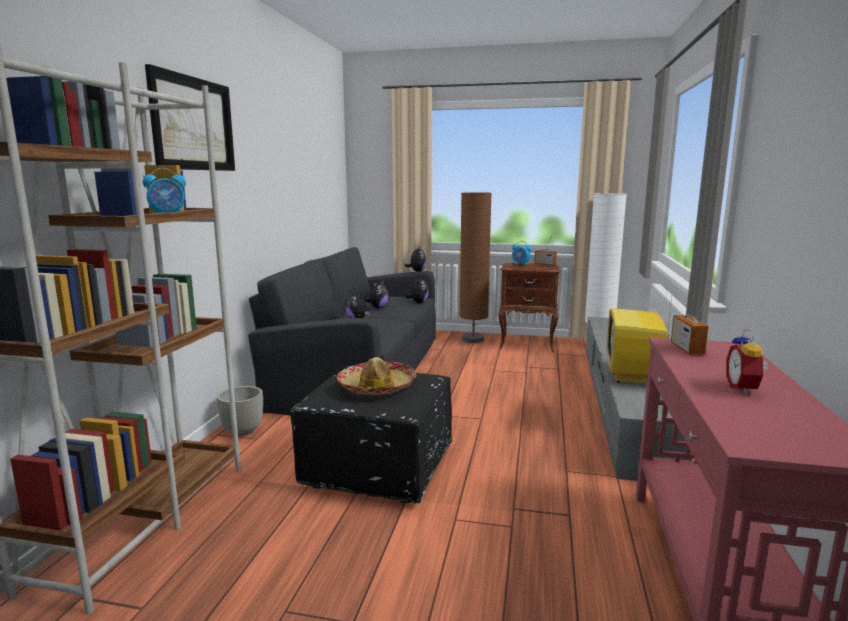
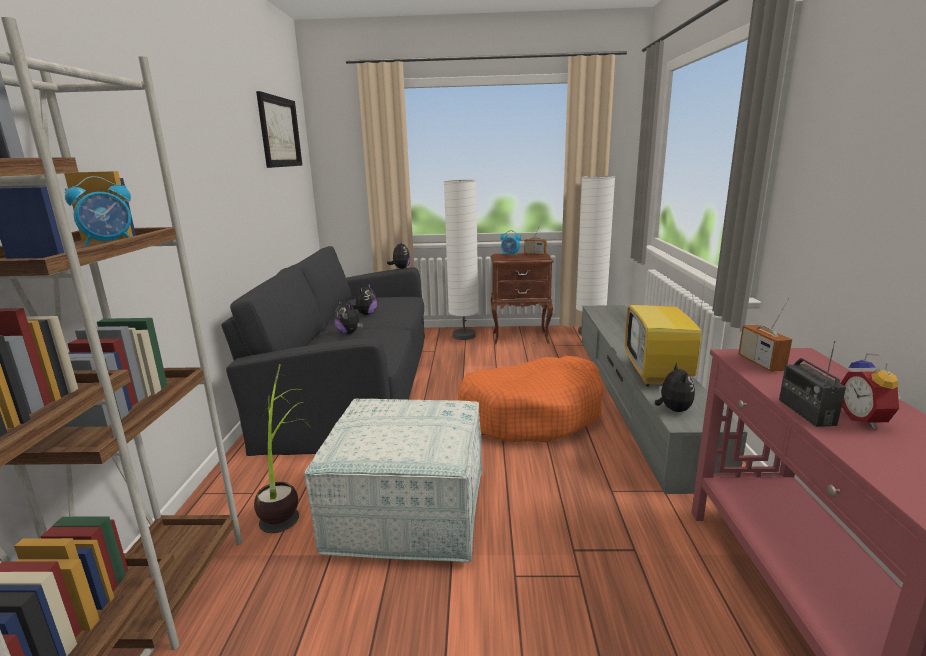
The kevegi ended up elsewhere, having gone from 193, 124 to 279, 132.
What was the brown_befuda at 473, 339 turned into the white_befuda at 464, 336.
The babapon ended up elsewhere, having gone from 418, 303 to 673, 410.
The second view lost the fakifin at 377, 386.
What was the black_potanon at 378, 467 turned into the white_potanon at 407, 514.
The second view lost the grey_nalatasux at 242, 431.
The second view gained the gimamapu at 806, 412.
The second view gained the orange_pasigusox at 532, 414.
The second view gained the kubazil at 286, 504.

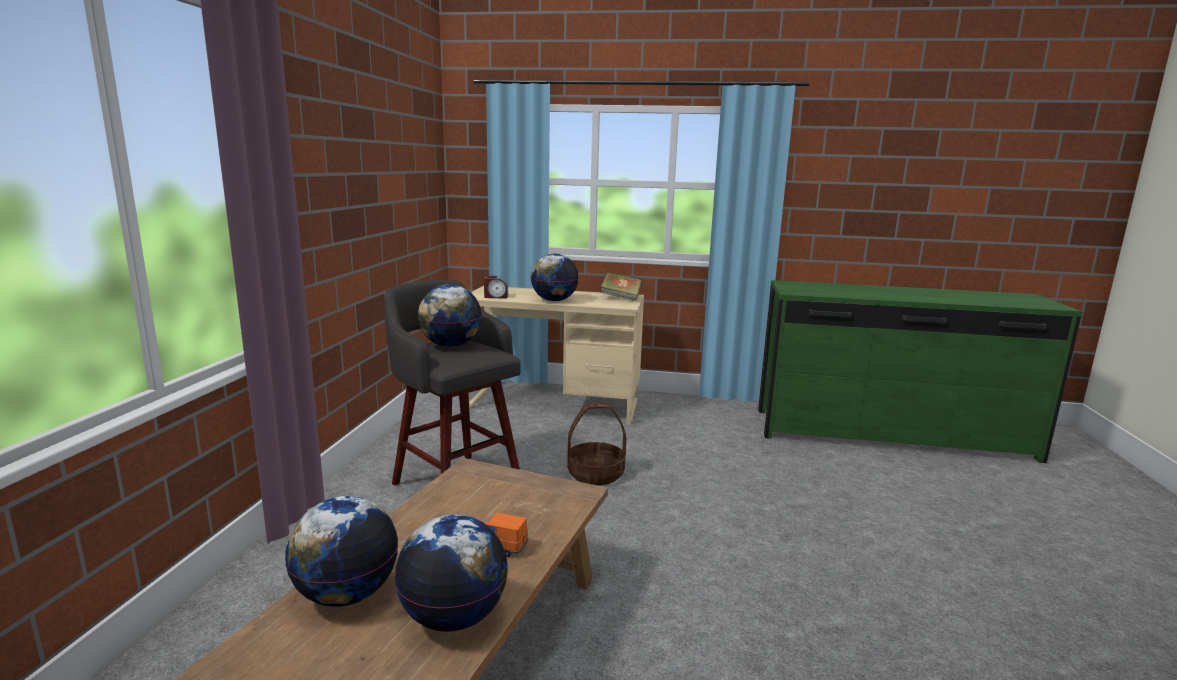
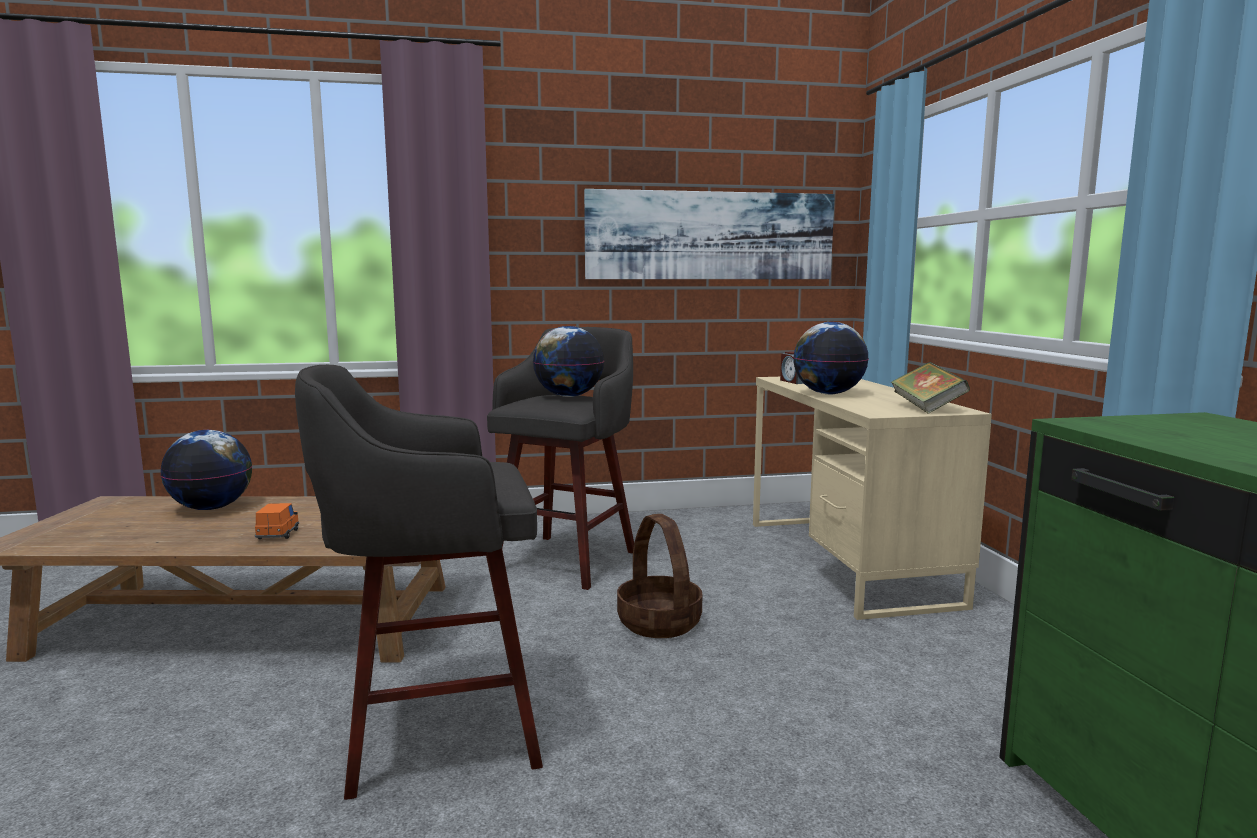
The second view lost the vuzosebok at 454, 617.
The second view gained the kevegi at 711, 236.
The second view gained the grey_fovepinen at 434, 731.

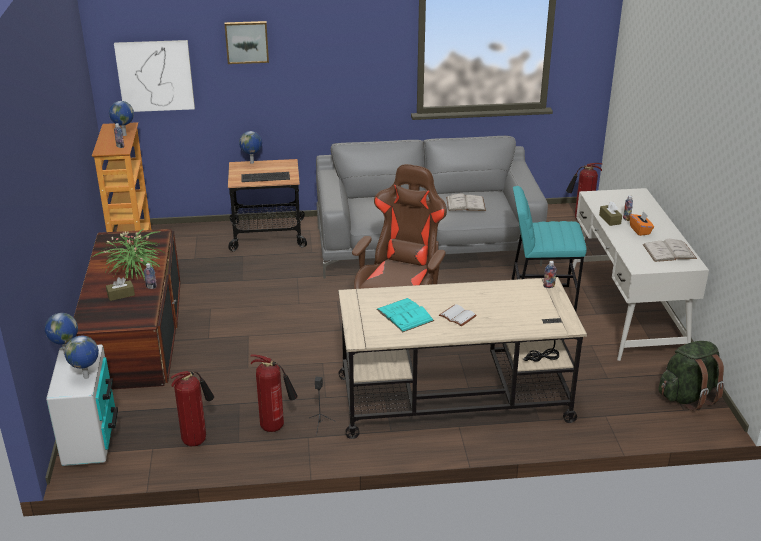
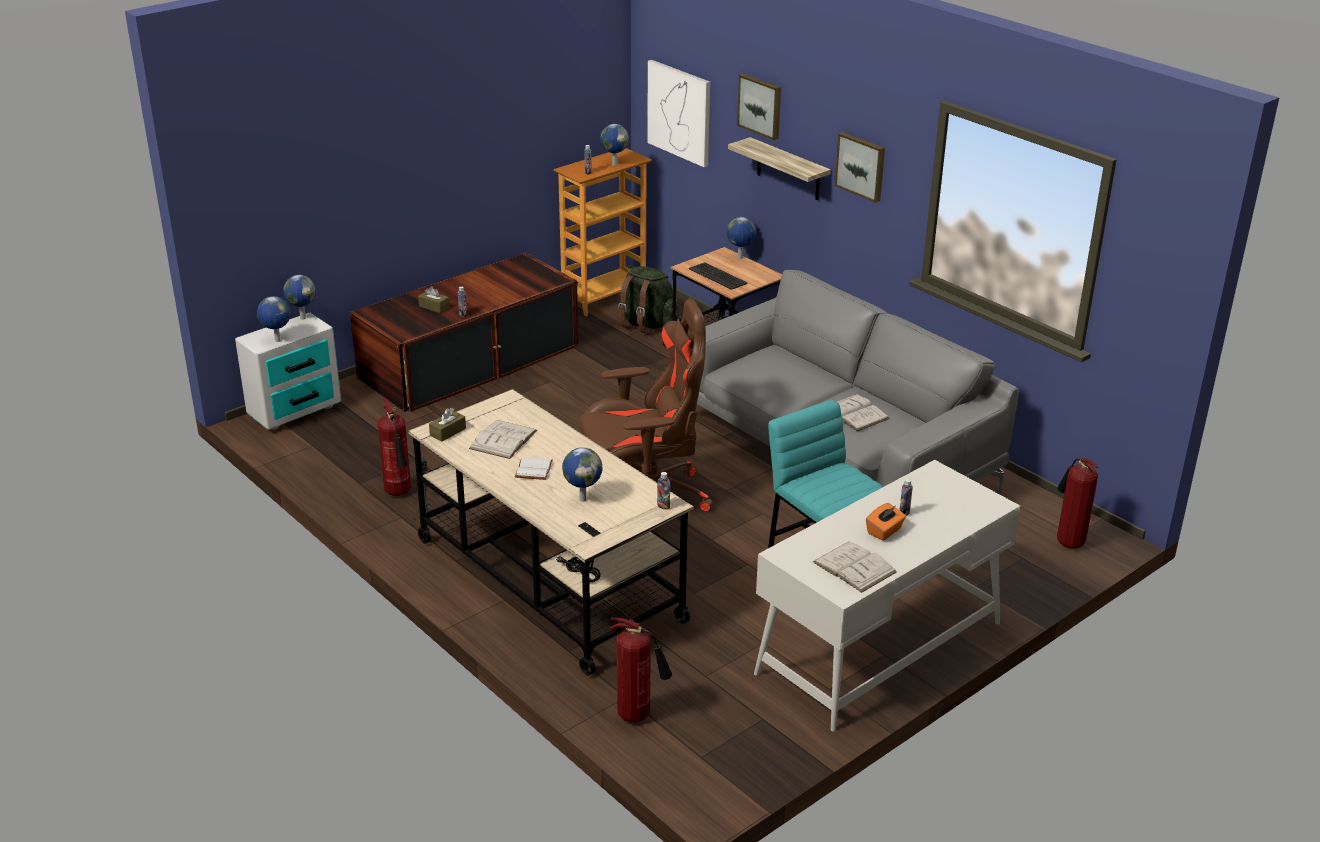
The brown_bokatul ended up elsewhere, having gone from 610, 219 to 448, 432.
The second view lost the kubazil at 133, 269.
What was the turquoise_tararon at 404, 315 turned into the white_tararon at 503, 439.
The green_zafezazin ended up elsewhere, having gone from 688, 396 to 646, 324.
The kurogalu ended up elsewhere, having gone from 197, 439 to 638, 715.
The second view gained the kevegi at 861, 166.
The second view gained the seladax at 788, 169.
The second view gained the vuzosebok at 582, 499.

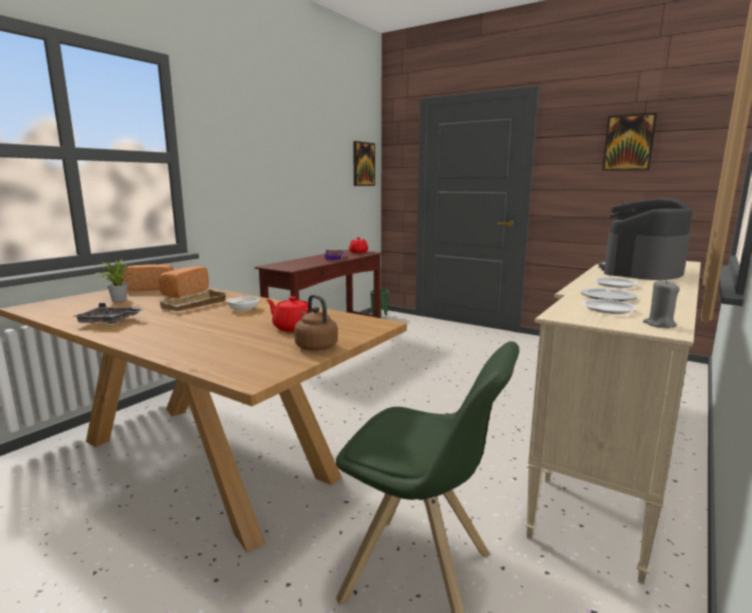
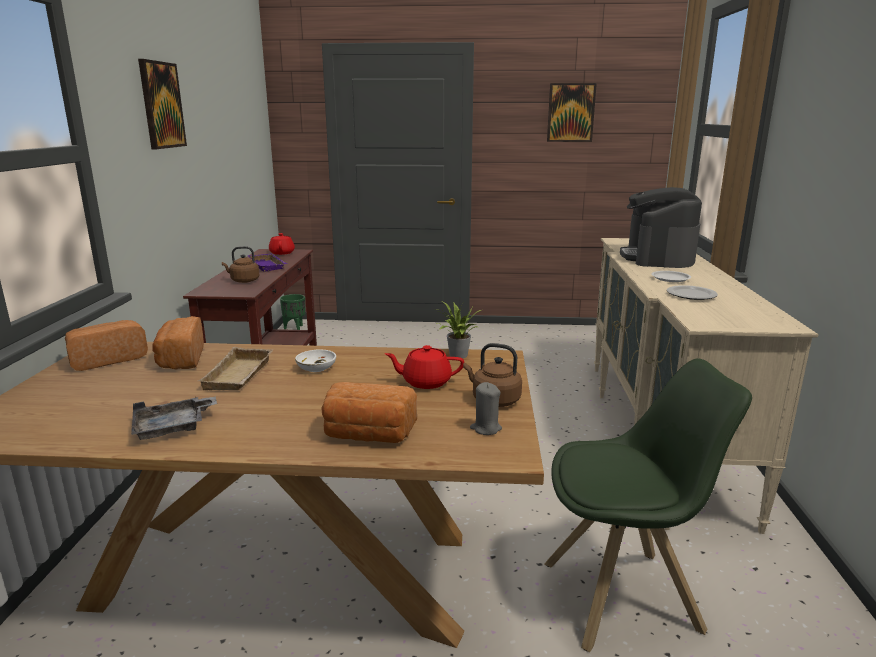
The kevegi ended up elsewhere, having gone from 363, 164 to 161, 105.
The kubazil ended up elsewhere, having gone from 117, 300 to 456, 356.
The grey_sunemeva ended up elsewhere, having gone from 659, 324 to 485, 428.
The second view lost the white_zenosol at 608, 309.
The second view gained the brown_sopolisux at 243, 281.
The second view gained the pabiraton at 368, 435.

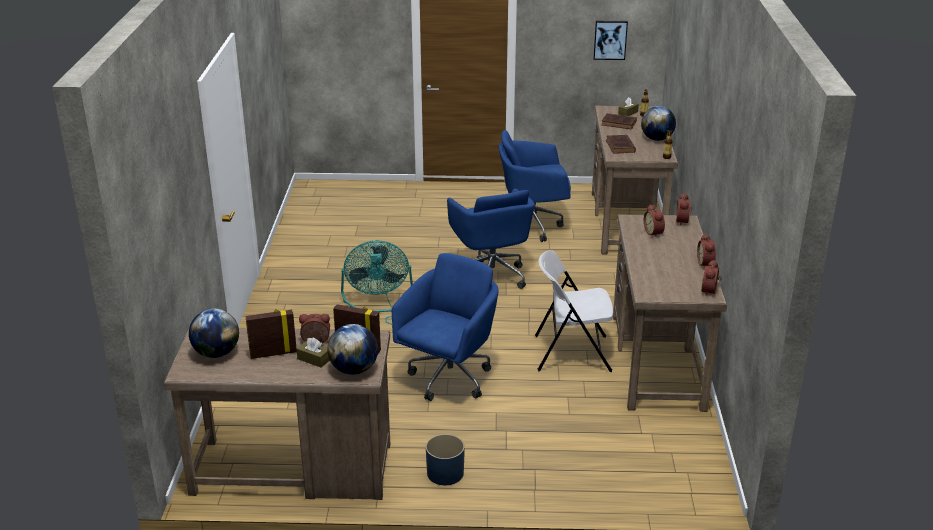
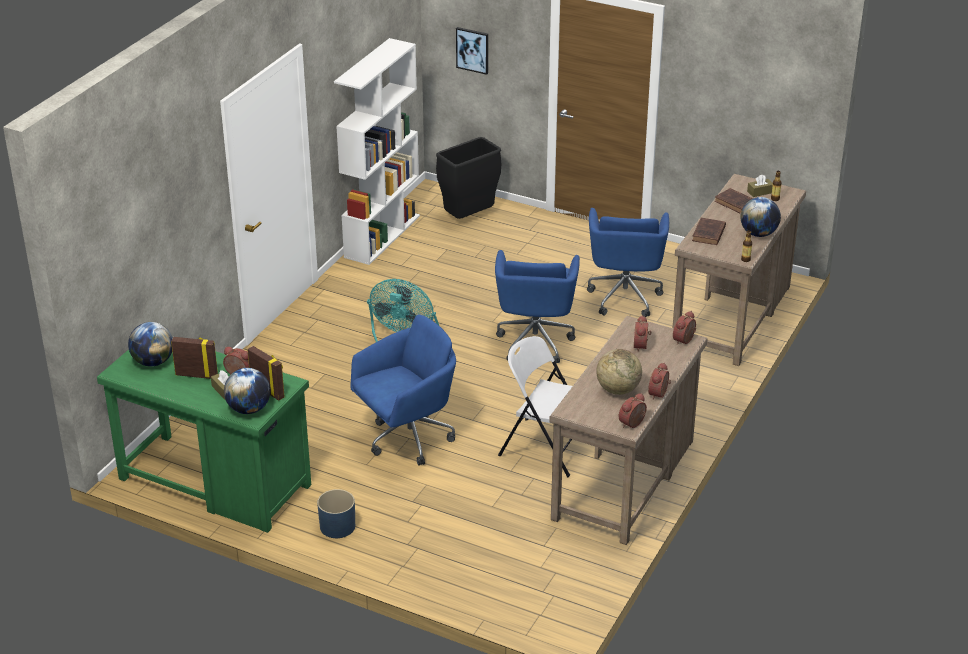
The kevegi ended up elsewhere, having gone from 610, 39 to 472, 50.
The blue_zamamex at 532, 227 ended up facing another way, 105 degrees counterclockwise from before.
What was the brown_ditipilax at 291, 469 turned into the green_ditipilax at 214, 482.
The second view gained the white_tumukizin at 382, 236.
The second view gained the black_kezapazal at 468, 218.
The second view gained the vuzosebok at 618, 389.

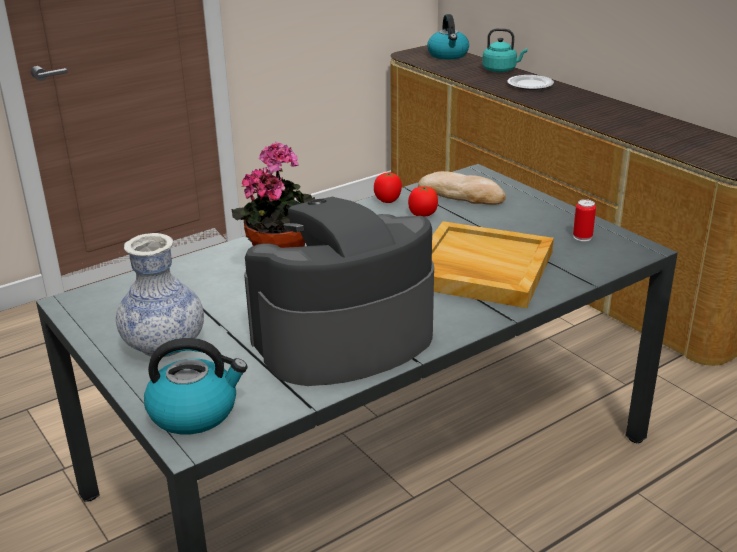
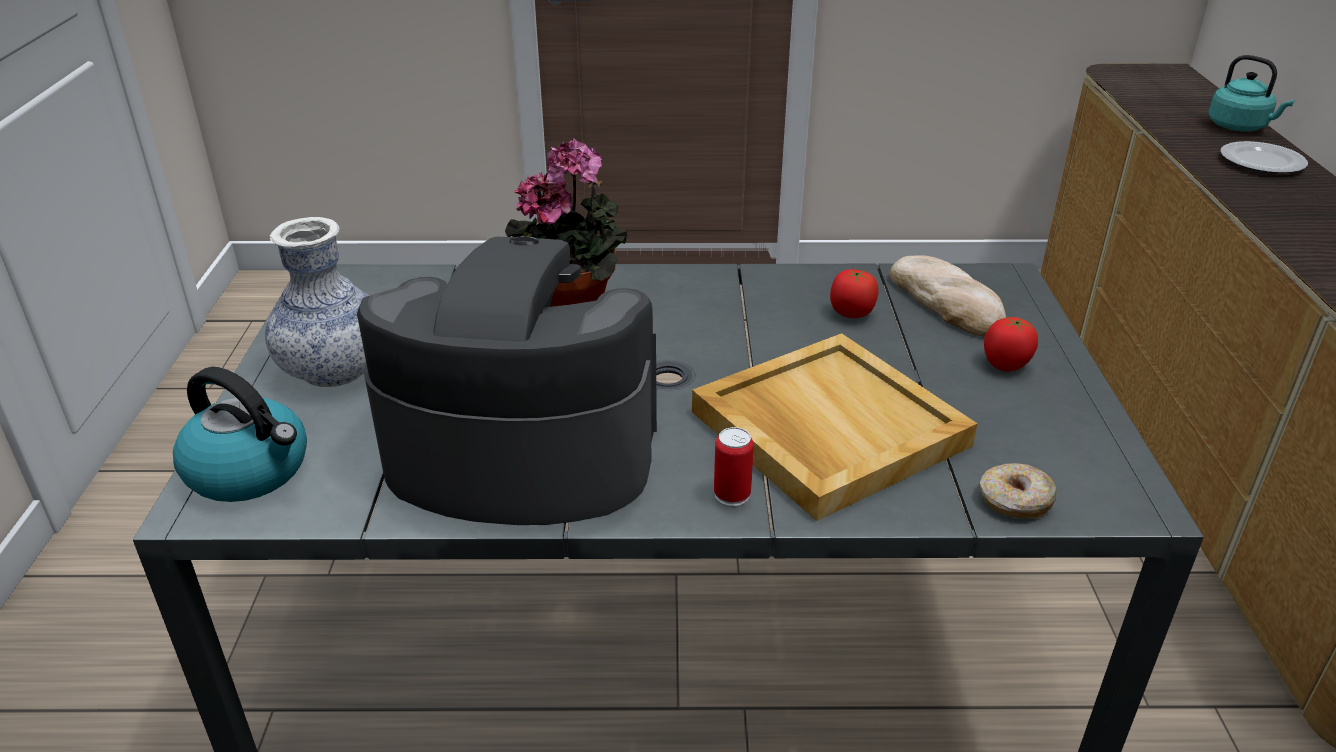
The second view lost the sopolisux at 448, 55.
The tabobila ended up elsewhere, having gone from 388, 200 to 1005, 365.
The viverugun ended up elsewhere, having gone from 582, 237 to 732, 495.
The second view gained the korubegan at 1014, 501.

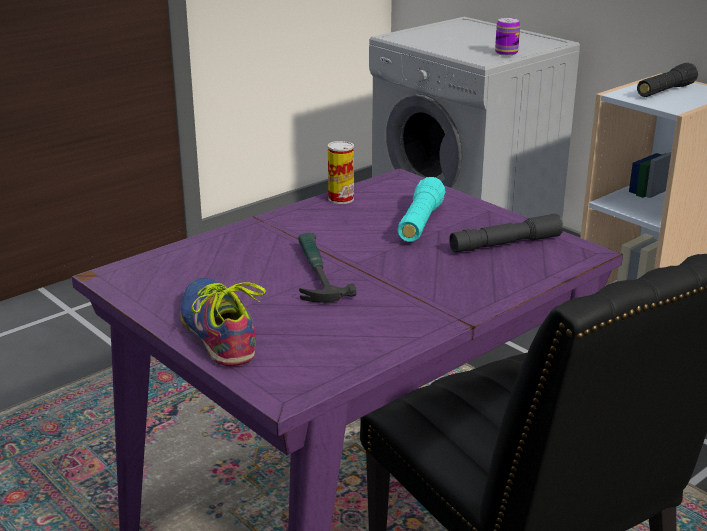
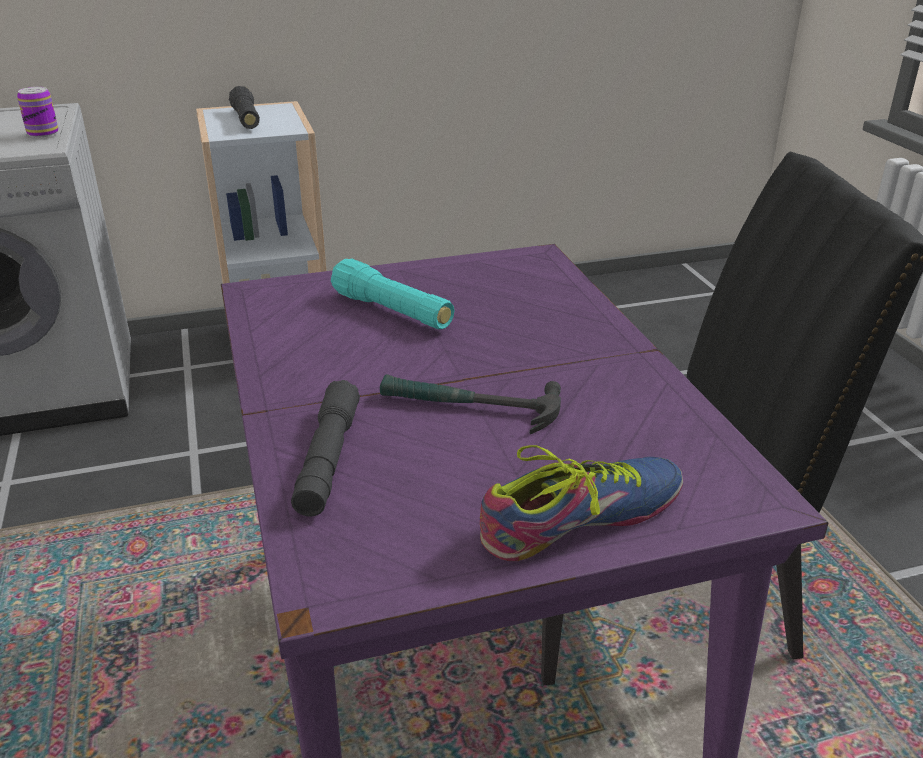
The second view lost the viverugun at 341, 199.
The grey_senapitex ended up elsewhere, having gone from 505, 244 to 328, 459.
The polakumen at 217, 331 ended up facing another way, 150 degrees clockwise from before.

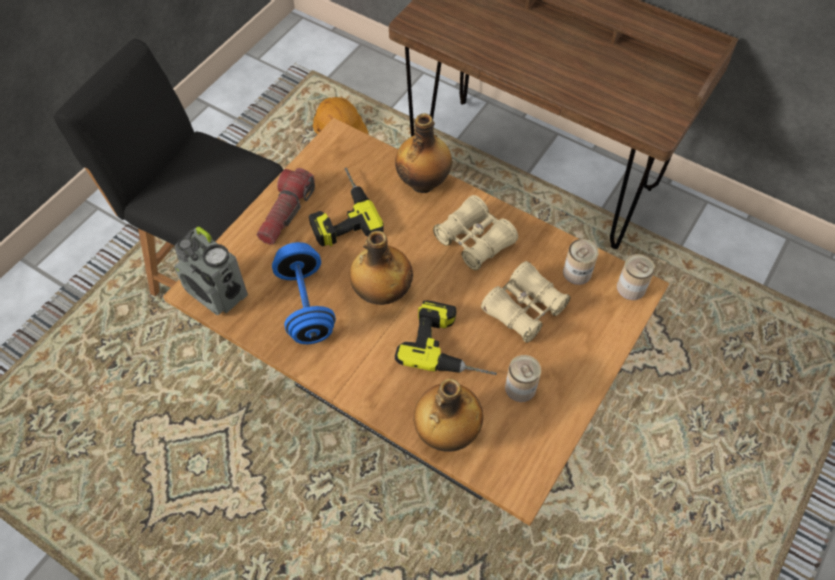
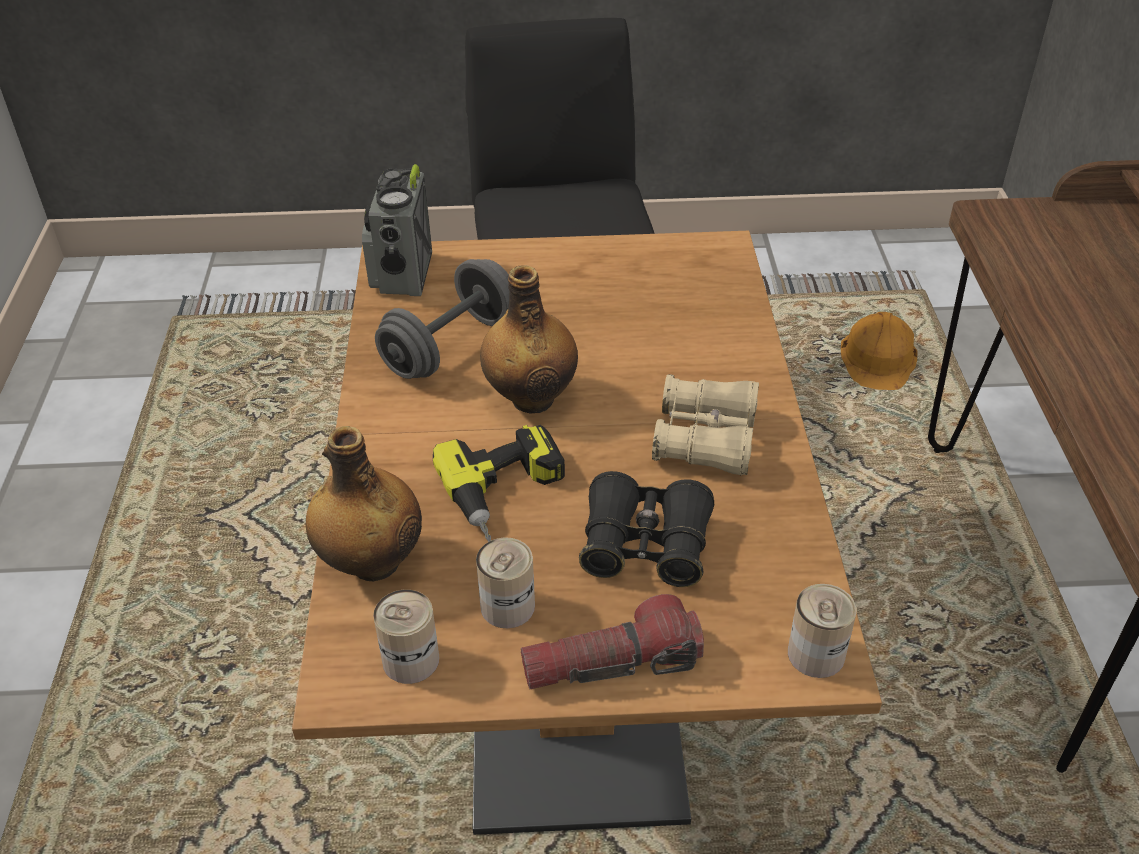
The second view lost the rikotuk at 424, 182.
The senapitex ended up elsewhere, having gone from 286, 213 to 611, 664.
The second view lost the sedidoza at 340, 212.
The viverugun ended up elsewhere, having gone from 577, 272 to 411, 660.
What was the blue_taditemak at 306, 305 turned into the grey_taditemak at 450, 346.
What was the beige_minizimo at 524, 309 turned into the black_minizimo at 645, 545.

